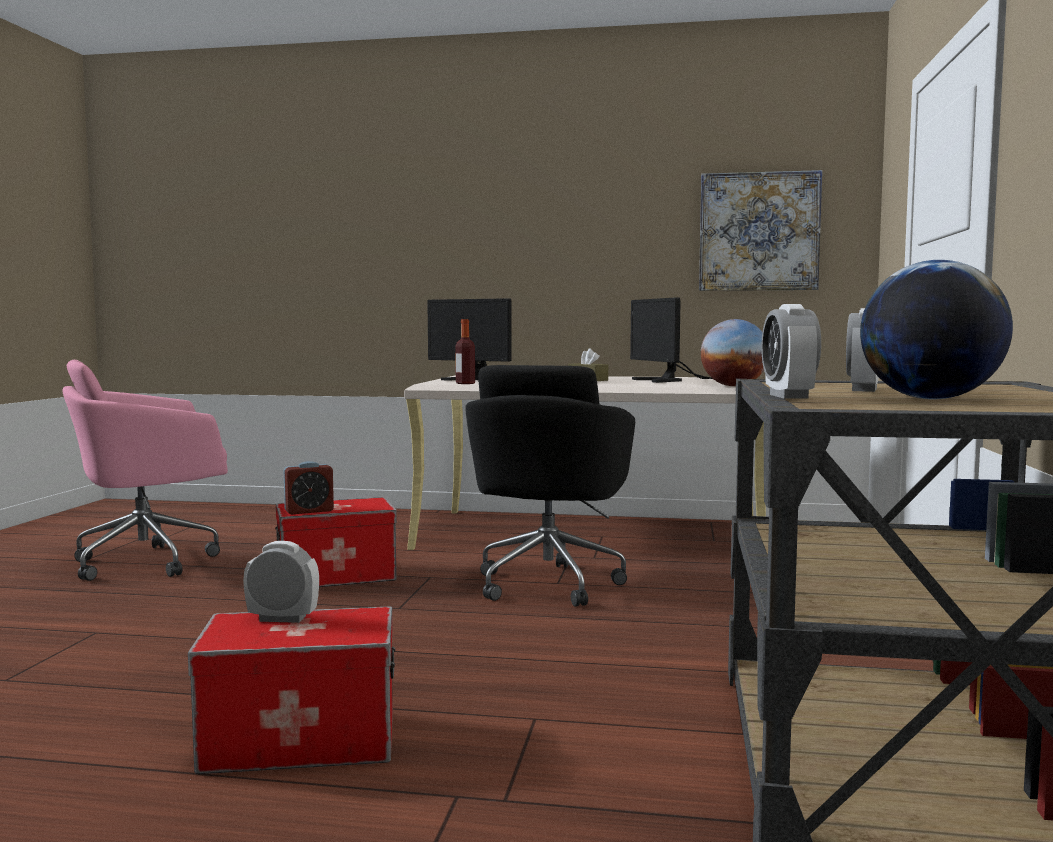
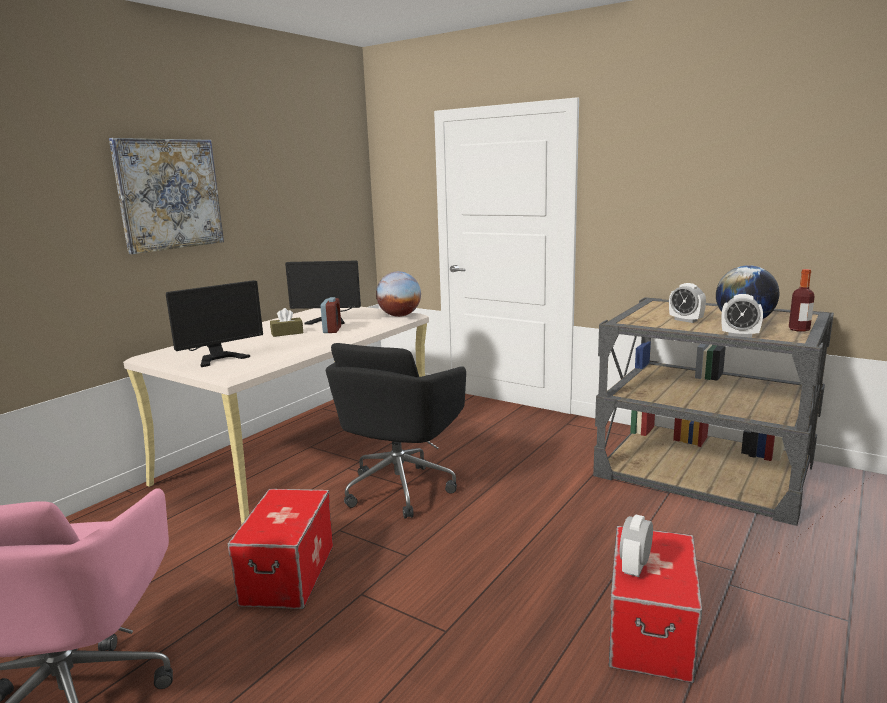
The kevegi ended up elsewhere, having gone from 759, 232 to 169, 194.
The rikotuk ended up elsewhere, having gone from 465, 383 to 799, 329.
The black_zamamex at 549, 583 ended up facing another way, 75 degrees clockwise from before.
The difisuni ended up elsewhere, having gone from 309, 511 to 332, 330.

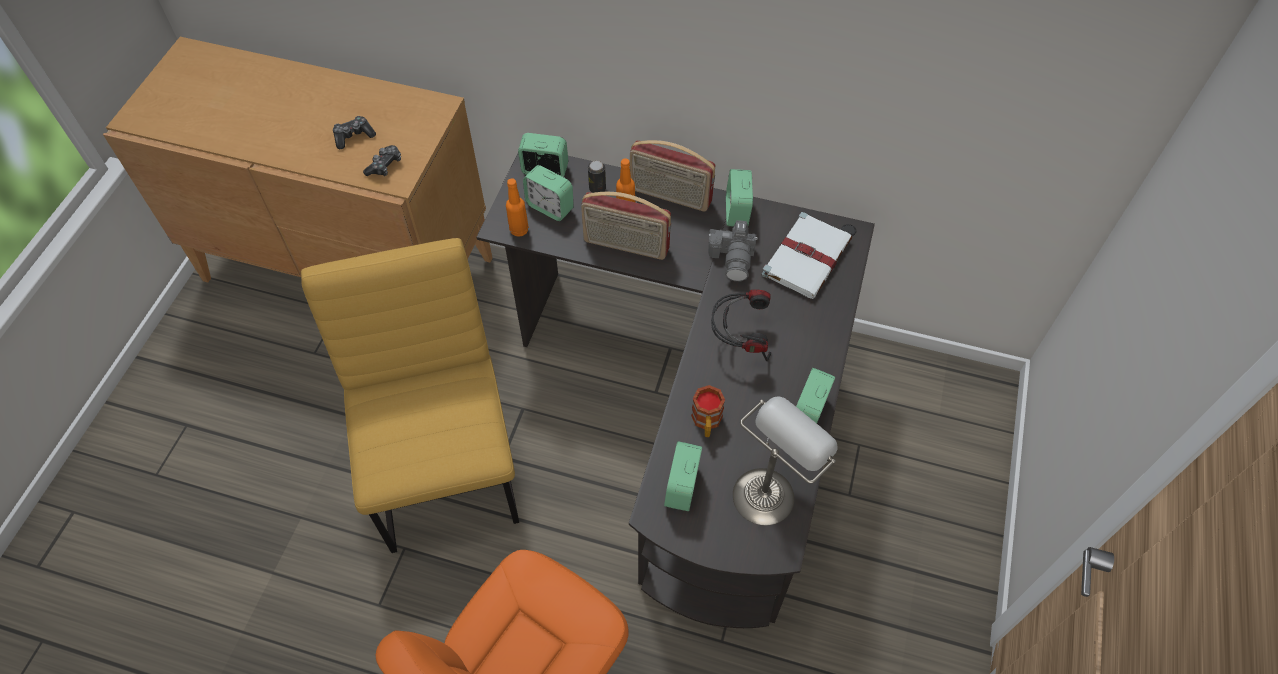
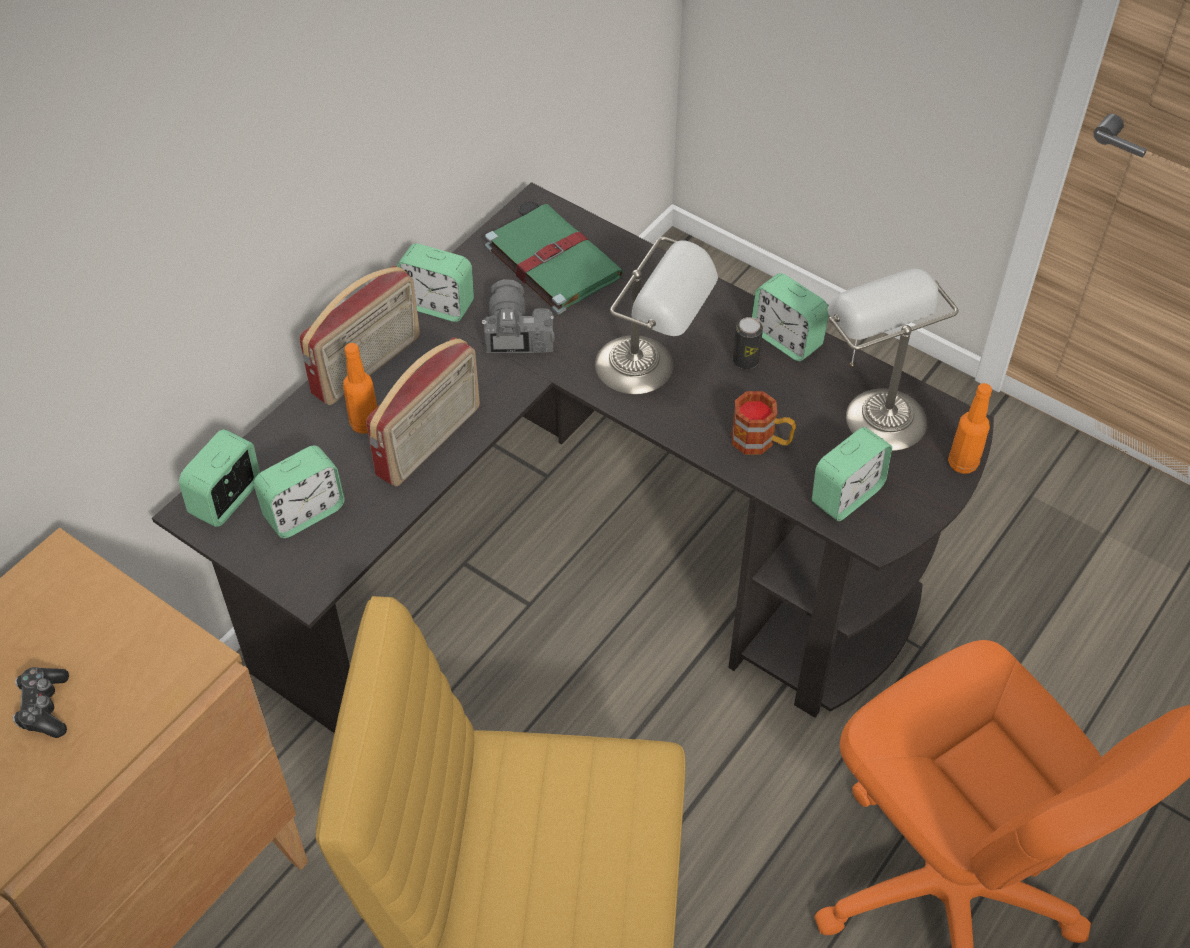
The second view lost the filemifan at 385, 166.
The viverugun ended up elsewhere, having gone from 597, 188 to 745, 360.
The orange_rikotuk ended up elsewhere, having gone from 519, 230 to 962, 463.
What was the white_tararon at 807, 256 turned into the green_tararon at 551, 260.
The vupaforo at 733, 258 ended up facing another way, 120 degrees counterclockwise from before.
Where the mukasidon stood at 740, 340, the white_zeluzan came to stand at 650, 368.
The difisuni at 682, 487 ended up facing another way, 75 degrees counterclockwise from before.

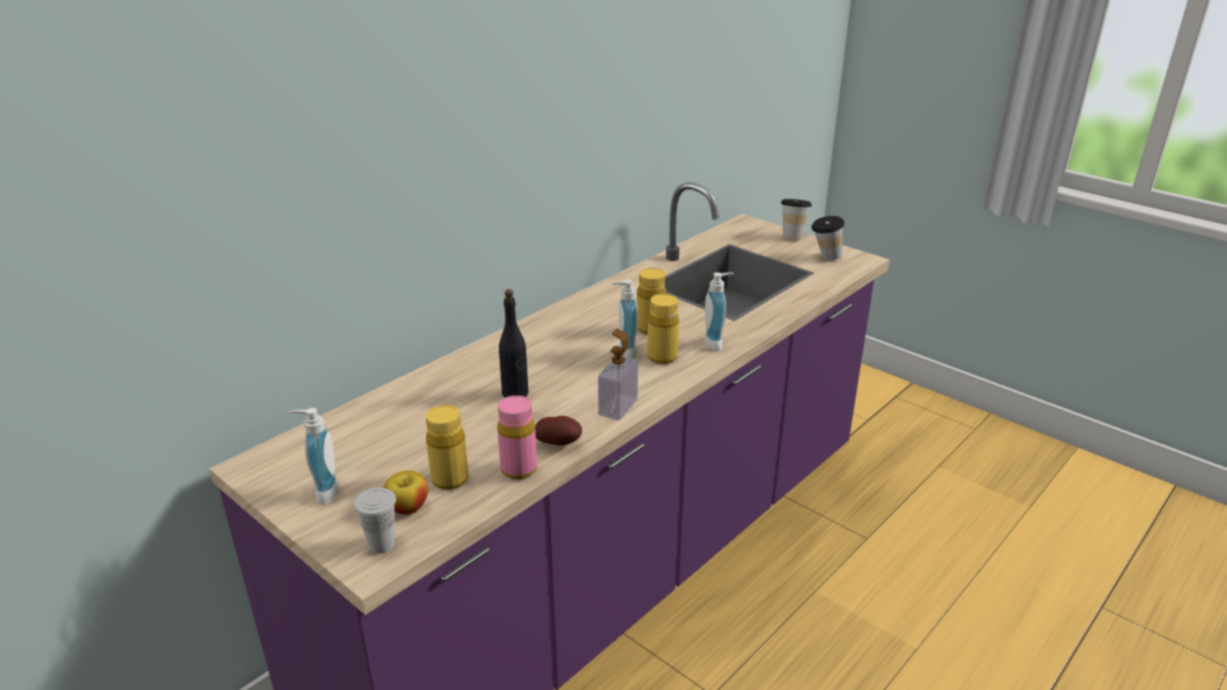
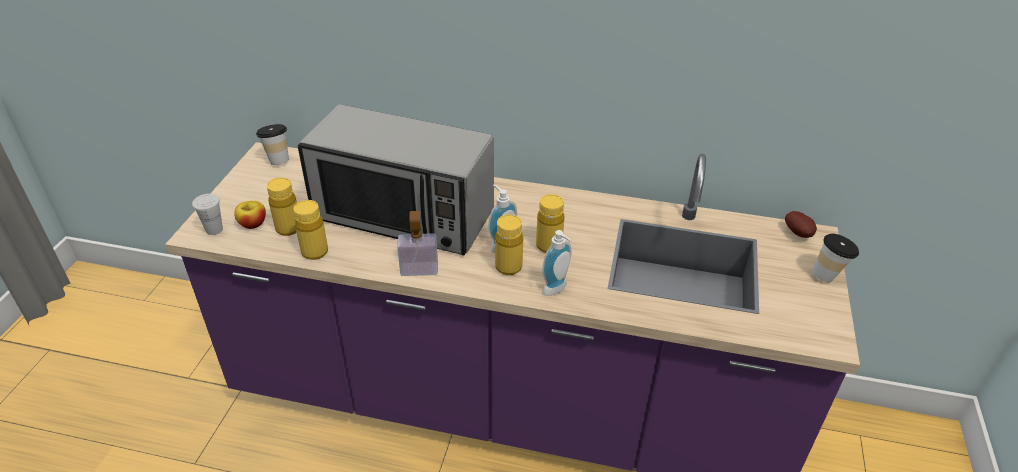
The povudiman ended up elsewhere, having gone from 824, 257 to 278, 159.
Where the black_rikotuk stood at 515, 393, the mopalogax came to stand at 404, 215.
What was the pink_rikotuk at 518, 469 turned into the yellow_rikotuk at 315, 252.
The second view lost the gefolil at 322, 492.
The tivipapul ended up elsewhere, having gone from 559, 443 to 799, 234.

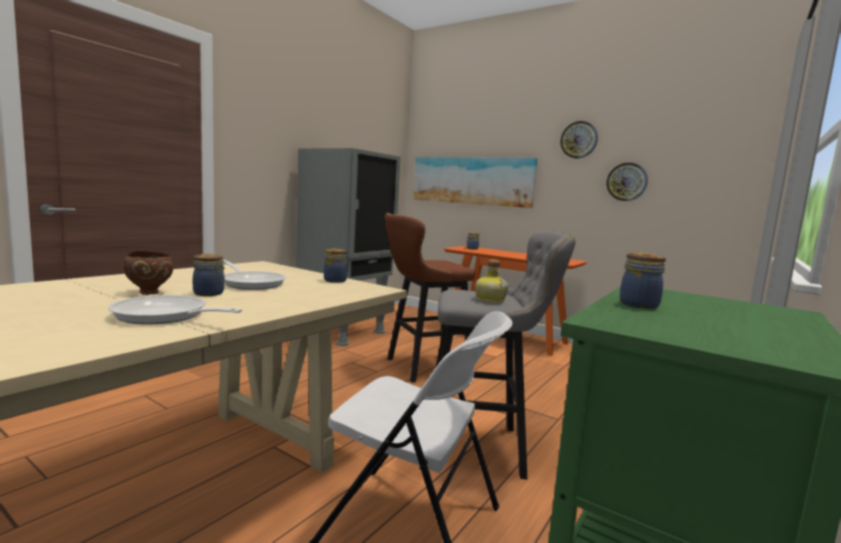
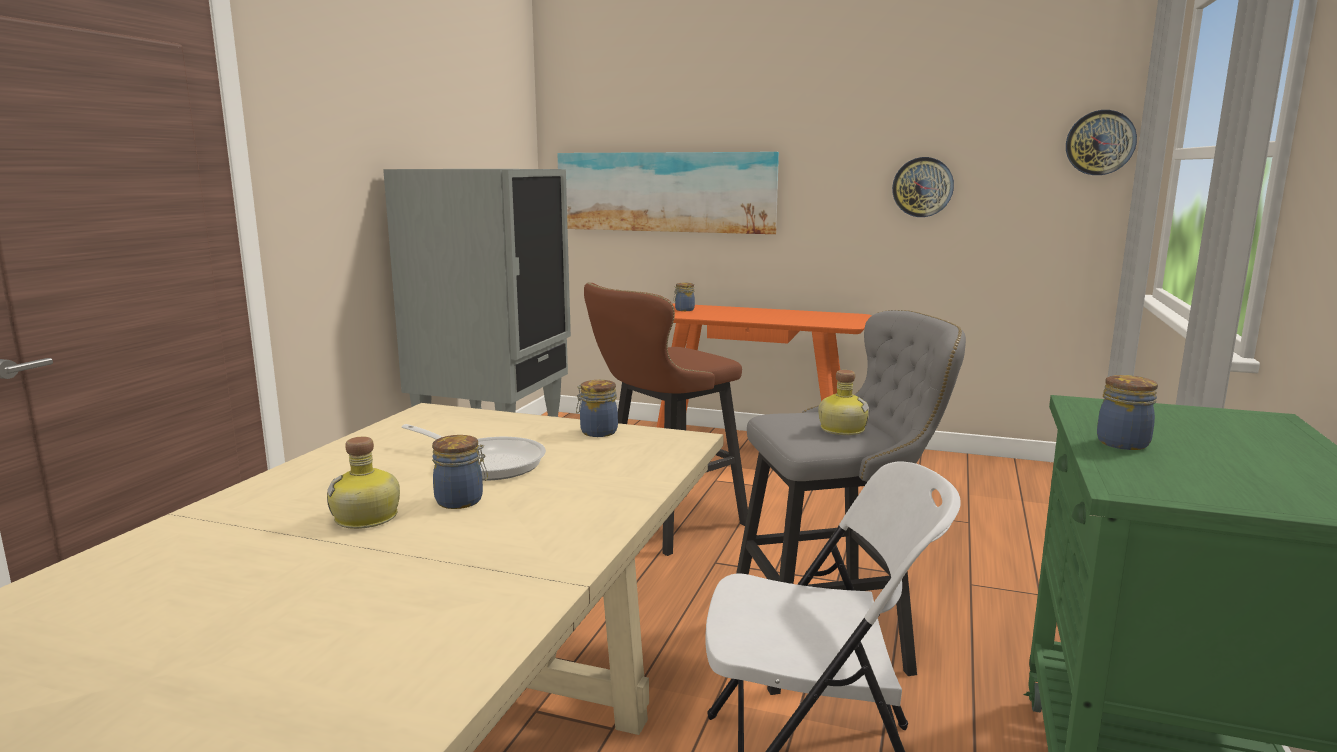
The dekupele ended up elsewhere, having gone from 578, 140 to 1100, 142.
Where the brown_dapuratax stood at 150, 293, the rikotuk came to stand at 368, 518.
The second view lost the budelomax at 165, 316.

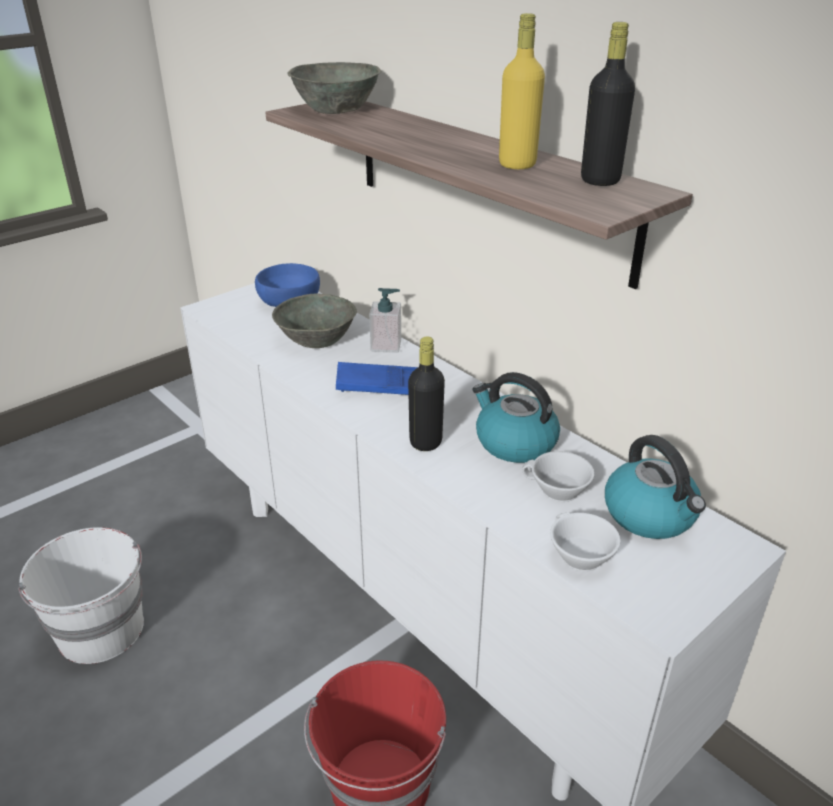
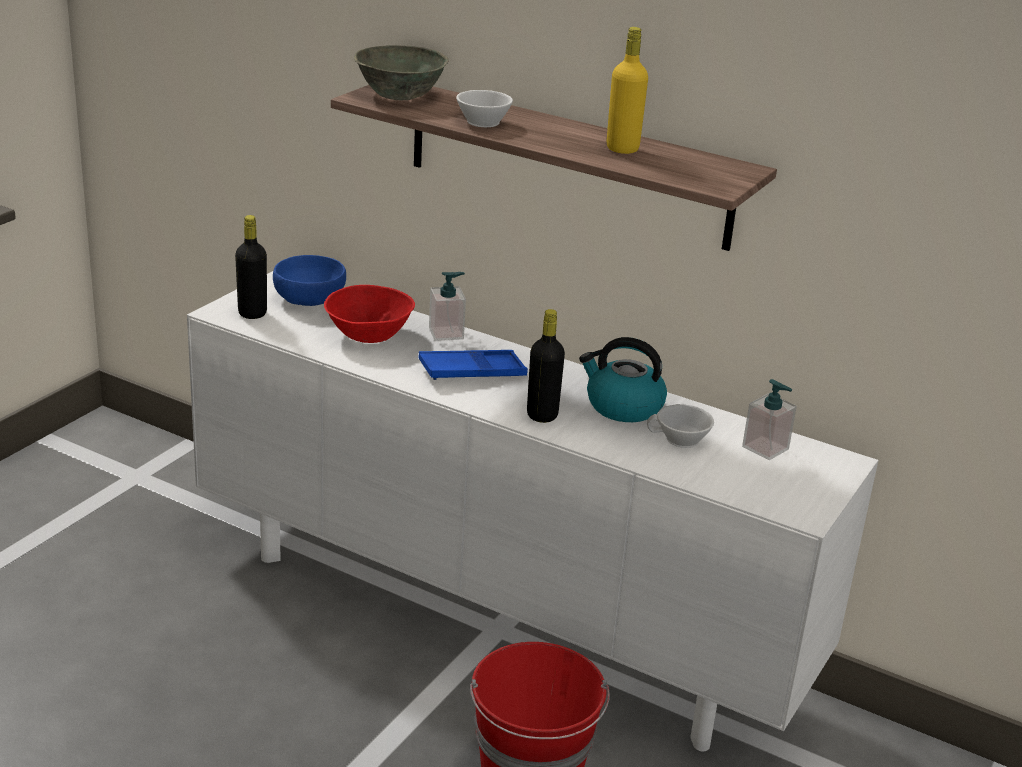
The black_rikotuk ended up elsewhere, having gone from 600, 180 to 252, 313.
What was the grey_dapuratax at 317, 340 turned into the red_dapuratax at 370, 335.
Where the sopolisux stood at 651, 515, the gefolil came to stand at 765, 448.
The white_povudiman ended up elsewhere, having gone from 578, 556 to 480, 121.
The second view lost the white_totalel at 102, 631.

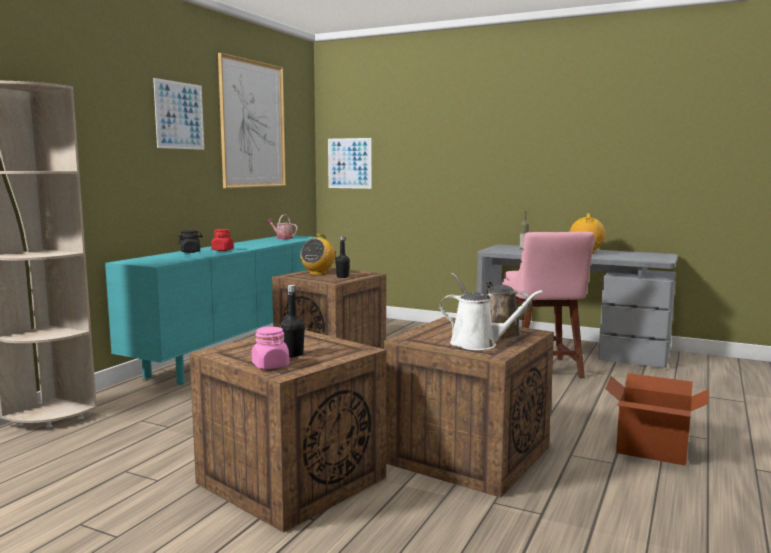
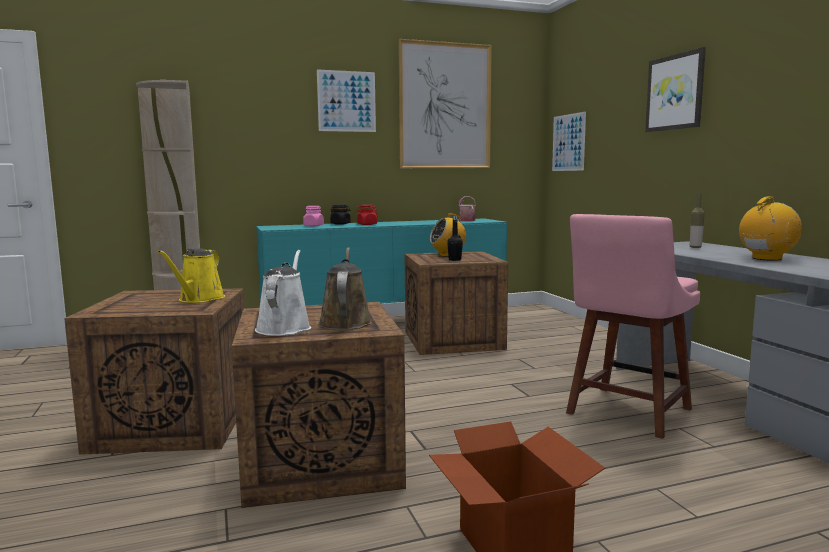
The second view lost the black_rikotuk at 292, 354.
The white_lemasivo at 478, 344 ended up facing another way, 150 degrees counterclockwise from before.
The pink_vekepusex ended up elsewhere, having gone from 270, 366 to 313, 226.
The second view gained the kevegi at 675, 92.
The second view gained the yellow_lemasivo at 199, 299.

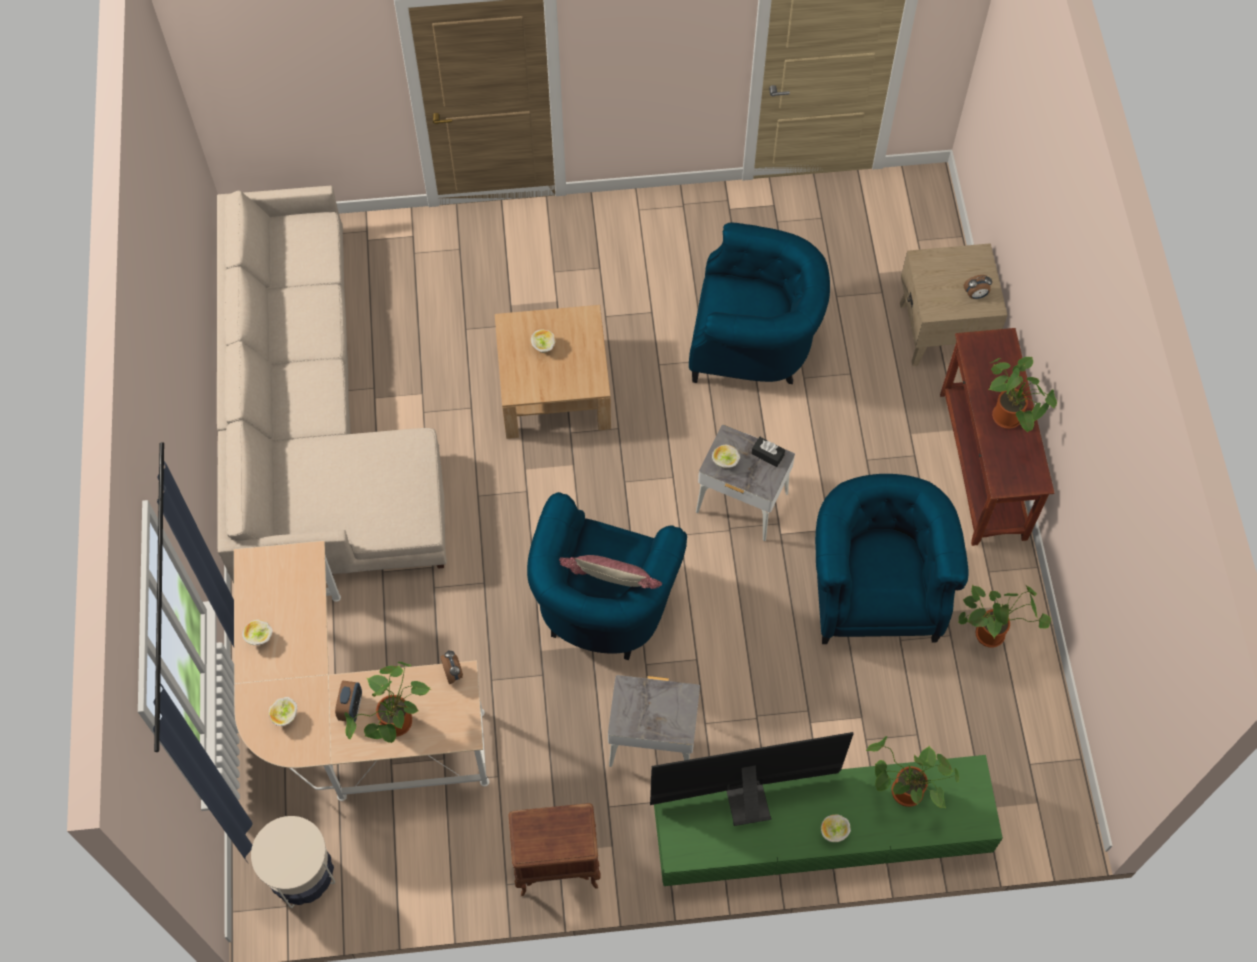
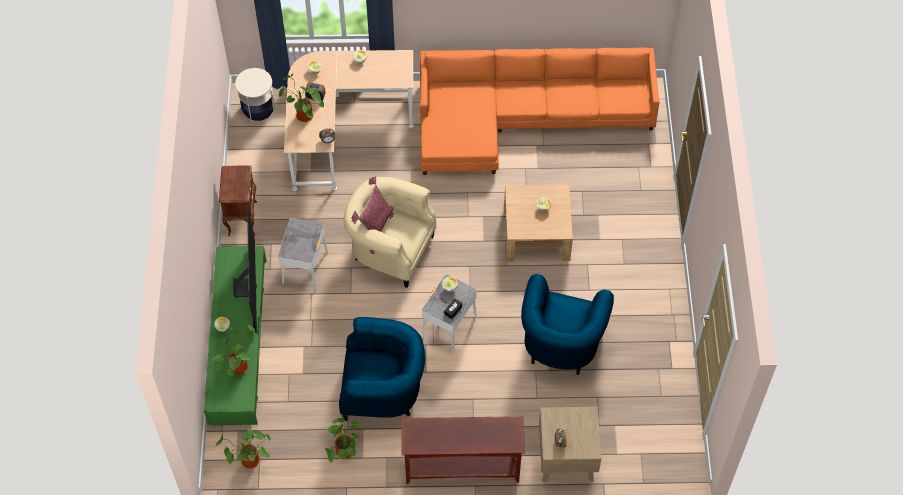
What was the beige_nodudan at 313, 422 turned into the orange_nodudan at 522, 116.
The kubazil ended up elsewhere, having gone from 1010, 418 to 248, 462.
What was the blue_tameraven at 604, 606 turned into the beige_tameraven at 390, 250.

